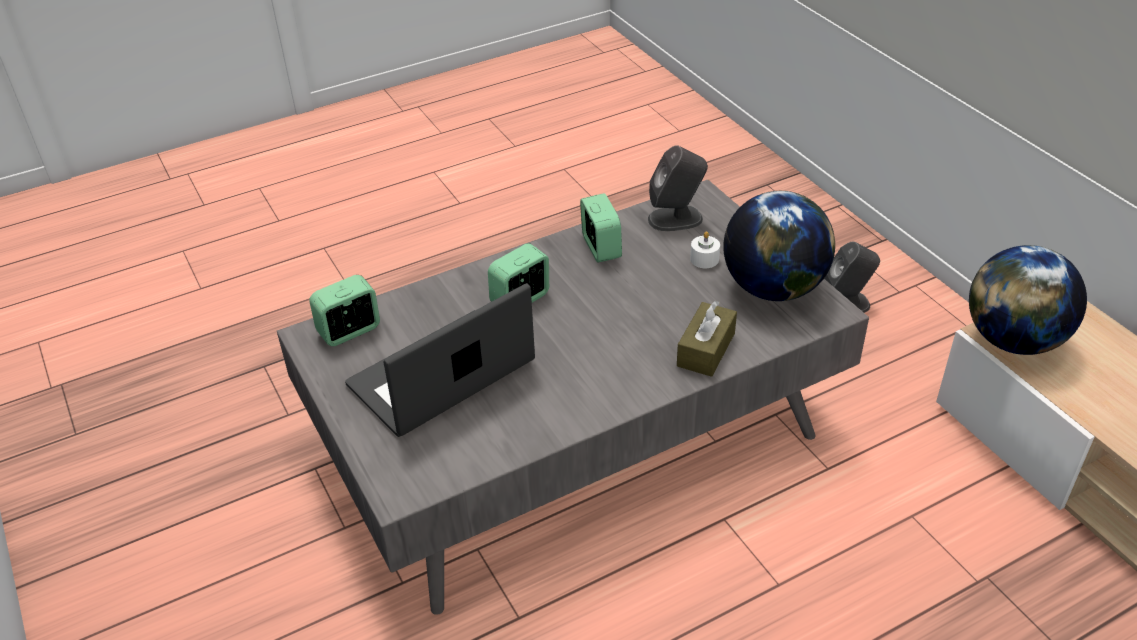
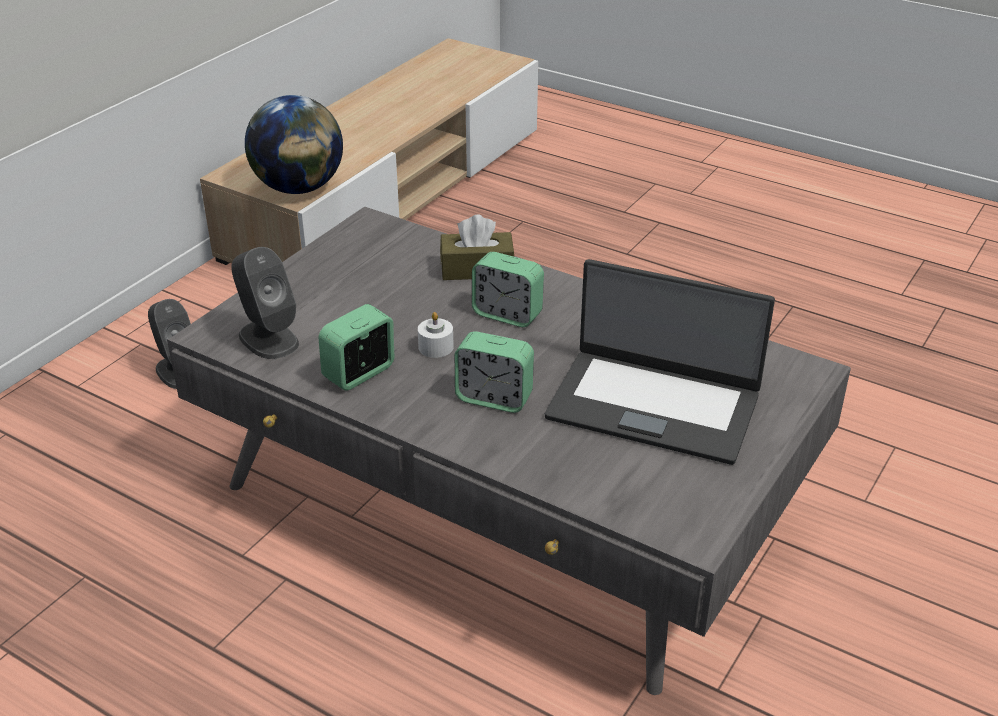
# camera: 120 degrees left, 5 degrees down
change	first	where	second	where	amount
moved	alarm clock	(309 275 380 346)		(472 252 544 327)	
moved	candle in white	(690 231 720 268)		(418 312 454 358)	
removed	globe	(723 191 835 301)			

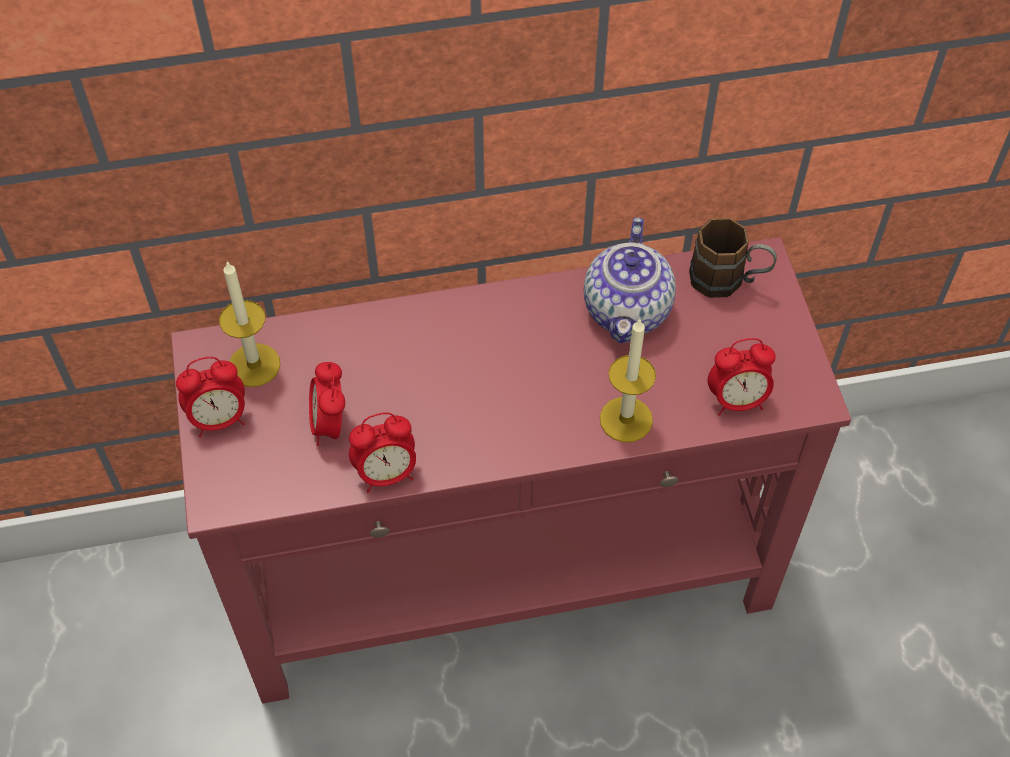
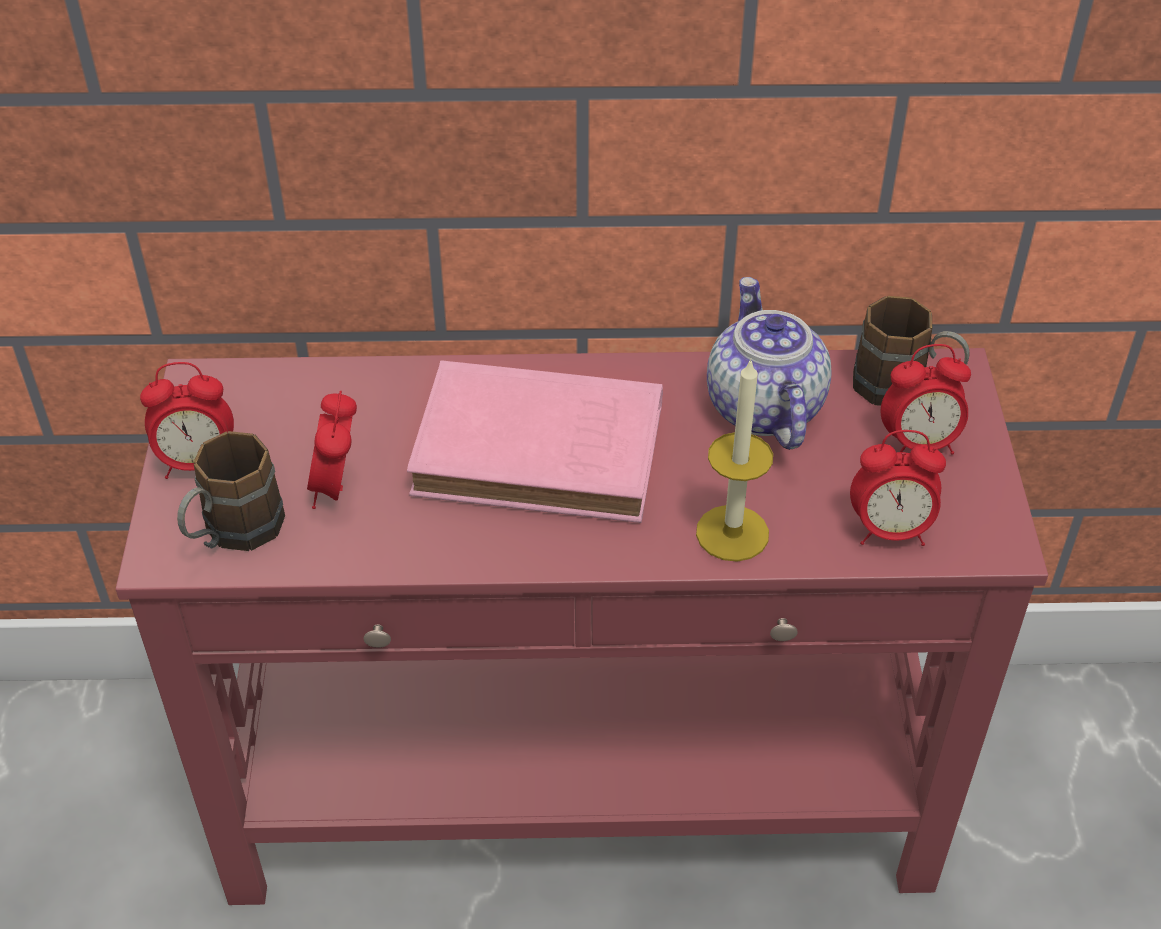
# camera: 10 degrees right, 10 degrees down
change	first	where	second	where	amount
removed	candle	(219 261 280 387)			
moved	alarm clock	(349 412 416 493)		(881 344 971 455)	
turned	teapot	(584 217 676 344)		(707 277 832 450)	150 degrees clockwise
added			mug in brown	(177 431 285 551)	
added			book in pink	(407 360 663 523)	

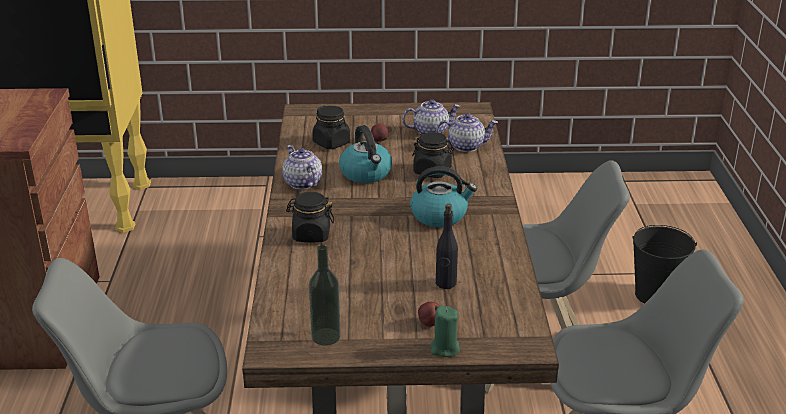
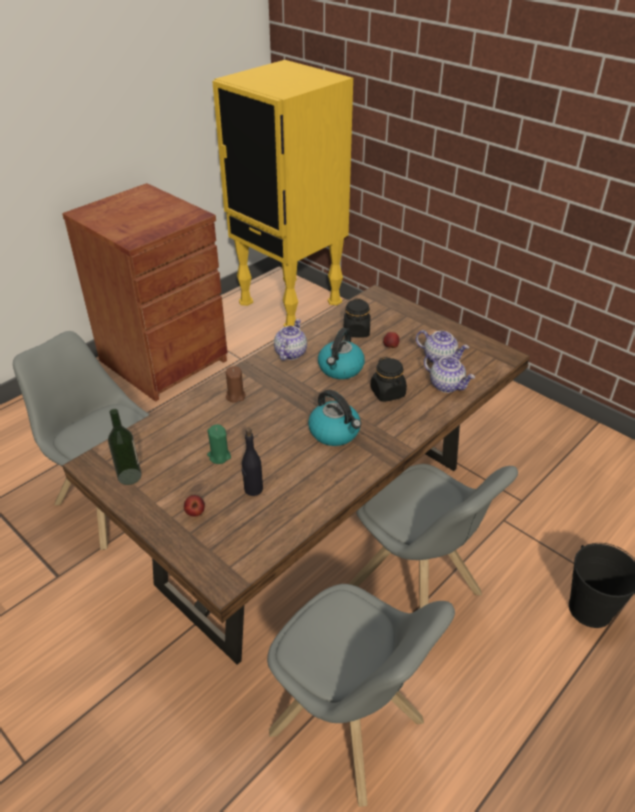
# camera: 45 degrees right, 10 degrees up
change	first	where	second	where	amount
replaced	jar in black	(286 192 334 242)	candle in brown	(226 366 245 403)	
moved	candle in green	(430 306 460 357)		(207 424 231 464)	

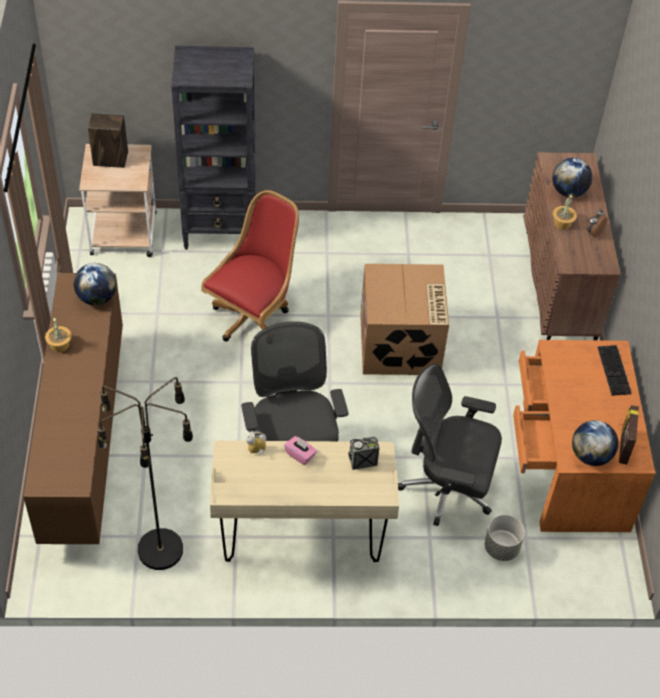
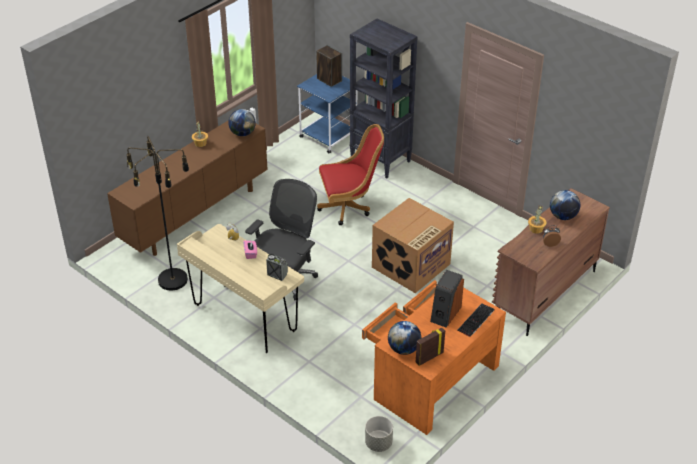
# camera: 45 degrees right, 10 degrees down
change	first	where	second	where	amount
recoloured	cart in beige	(79 144 157 257)	cart in blue	(297 74 357 153)	
removed	office chair	(398 364 502 526)			
moved	planter in grey	(485 515 525 561)		(365 416 393 452)	
added			speaker	(430 270 464 327)	

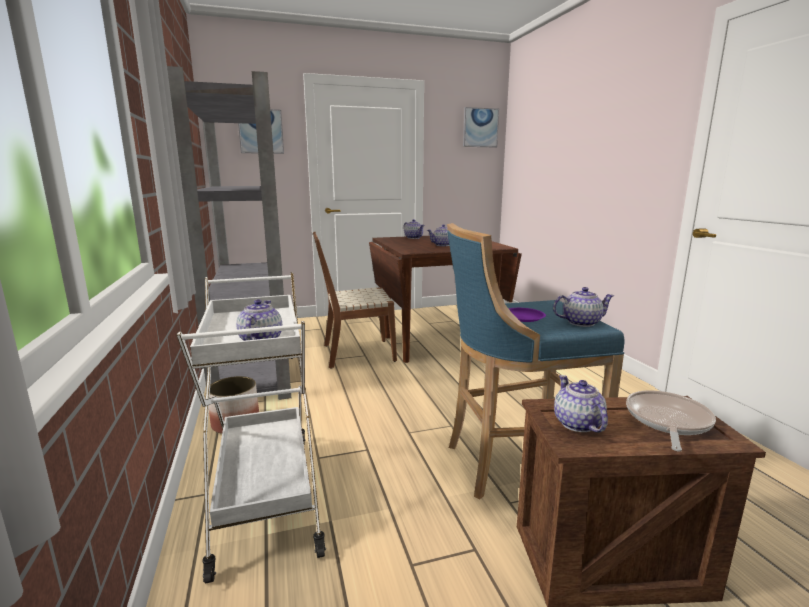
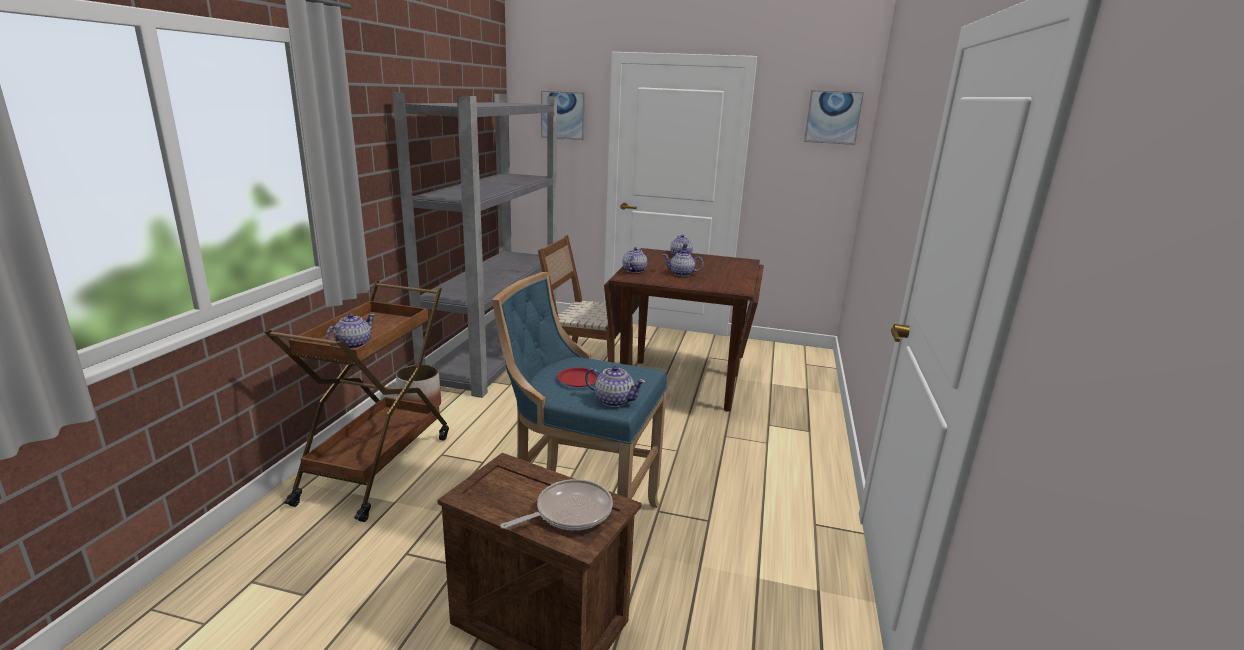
# camera: 30 degrees right, 5 degrees up
change	first	where	second	where	amount
recoloured	cart in white	(176 272 326 584)	cart in brown	(264 280 449 522)	
recoloured	plate in purple	(508 308 546 322)	plate in red	(557 367 597 387)	
moved	teapot	(554 375 608 433)		(622 247 647 273)	

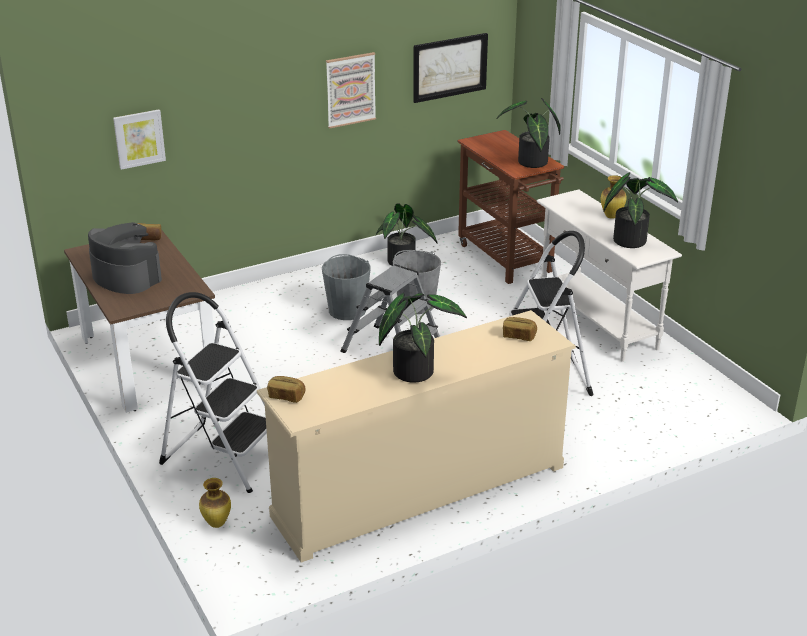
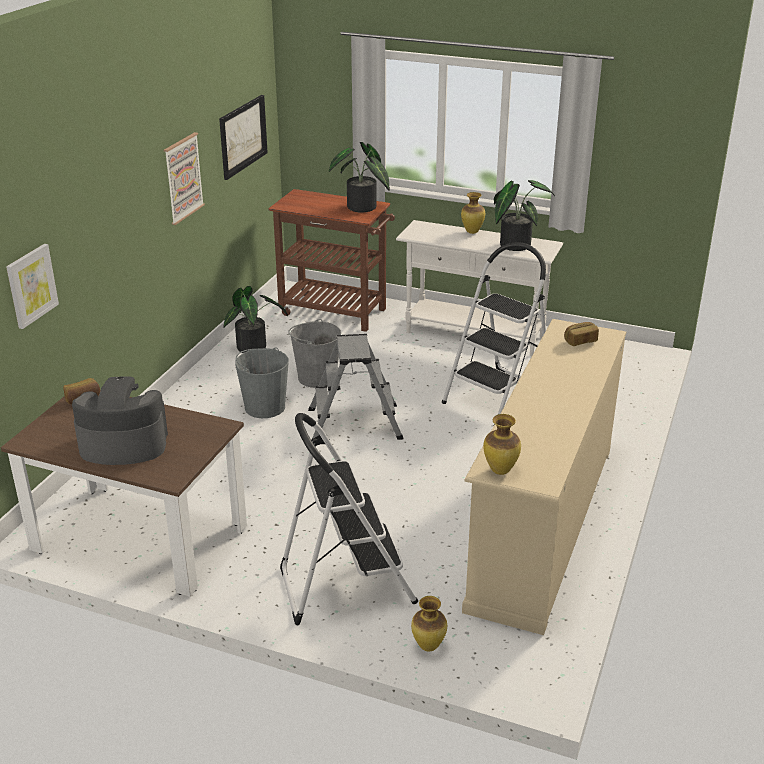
# camera: 40 degrees left, 0 degrees up
change	first	where	second	where	amount
replaced	bread	(267 376 305 403)	vase	(483 414 521 475)	
removed	potted plant	(379 293 467 383)			

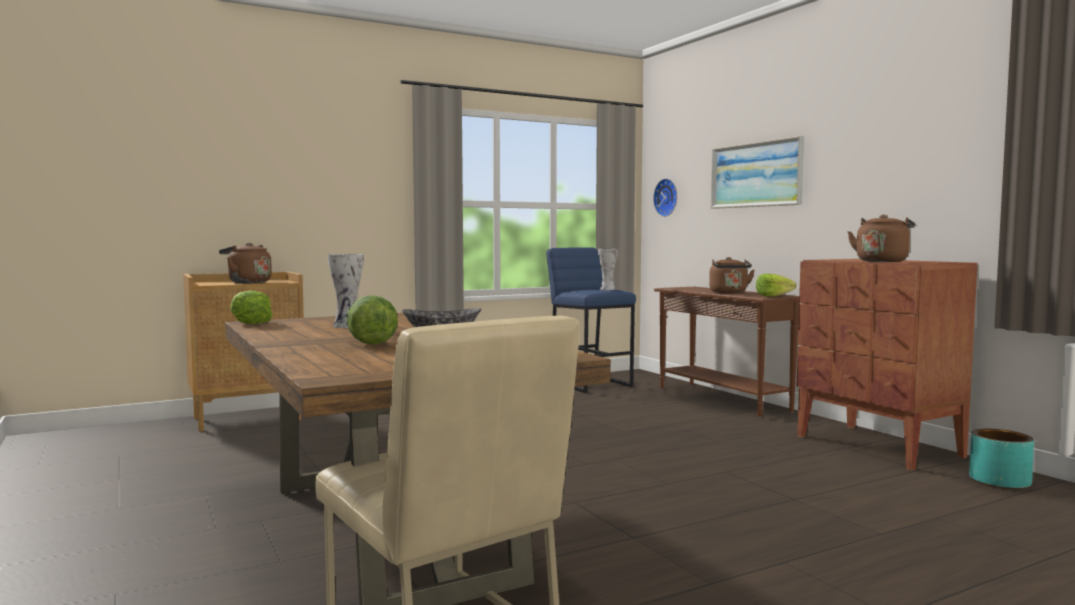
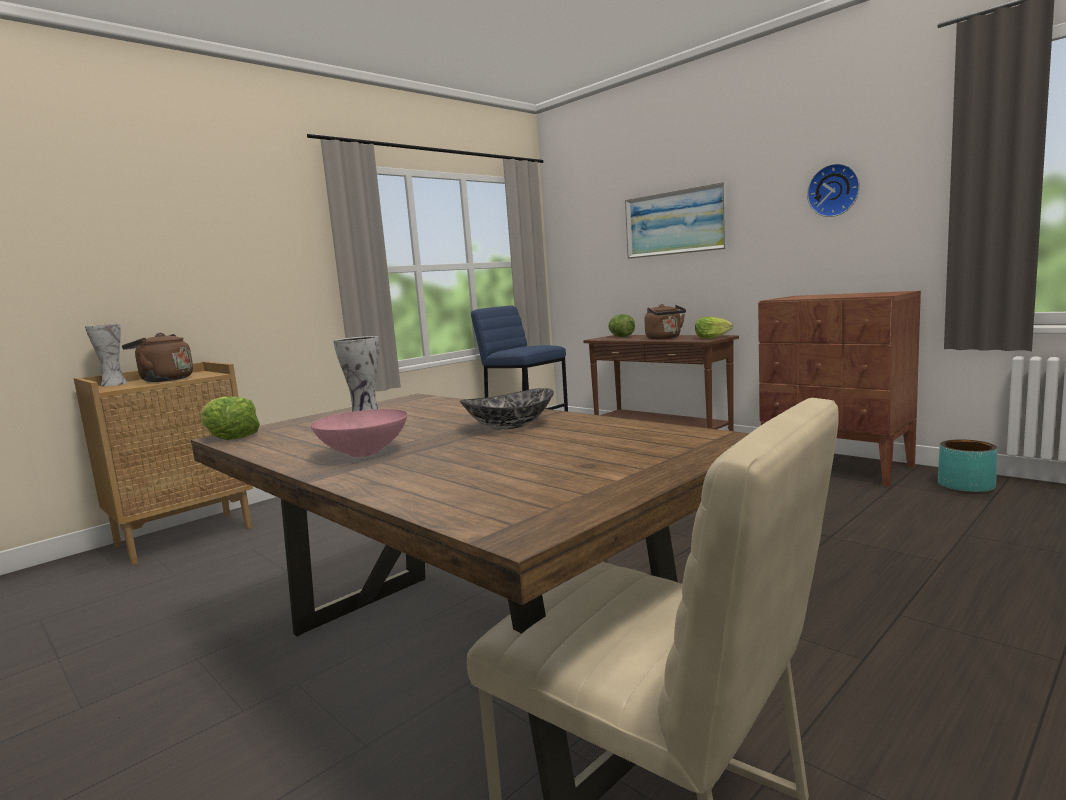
# camera: 15 degrees left, 5 degrees up
change	first	where	second	where	amount
moved	lettuce	(346 295 398 345)		(608 314 635 337)	
moved	vase	(598 249 618 290)		(85 324 127 387)	
moved	wall clock	(653 178 677 217)		(807 163 860 217)	
removed	kettle in brown	(847 215 915 262)			
added			bowl in pink	(310 409 408 457)	

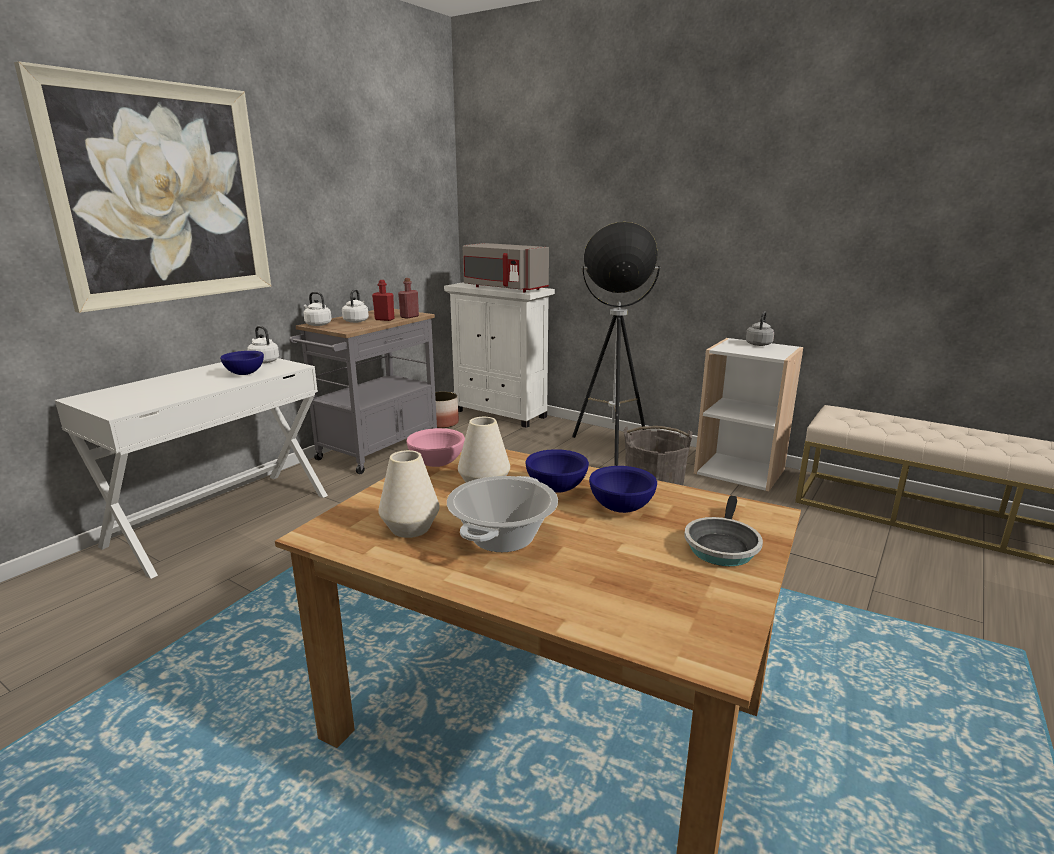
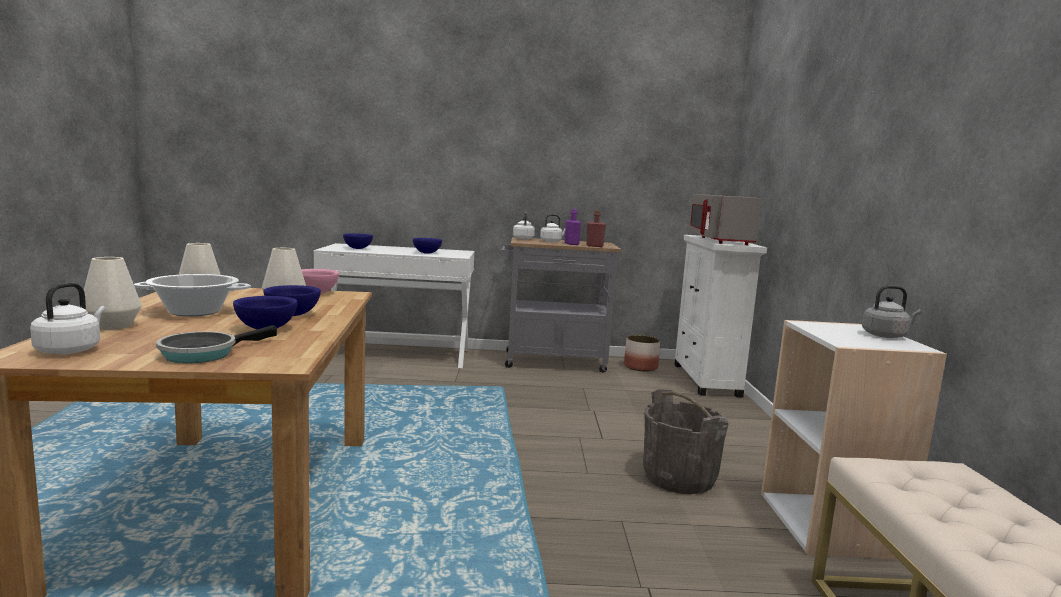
# camera: 55 degrees right, 10 degrees down
change	first	where	second	where	amount
removed	picture	(14 61 271 313)			
moved	kettle in white	(247 326 279 364)		(30 283 106 355)	
recoloured	bottle in red	(372 280 394 321)	bottle in purple	(565 209 581 245)	
removed	floor lamp	(572 222 660 466)			
turned	frying pan	(684 495 763 566)		(156 325 277 363)	45 degrees counterclockwise
added			vase in white	(79 257 142 330)	
added			bowl in blue	(343 233 373 249)	

